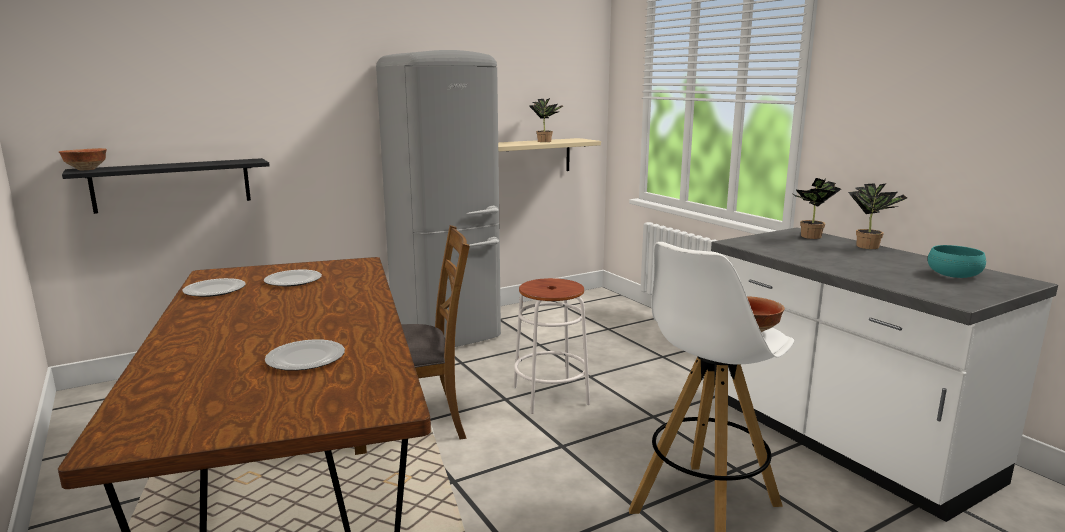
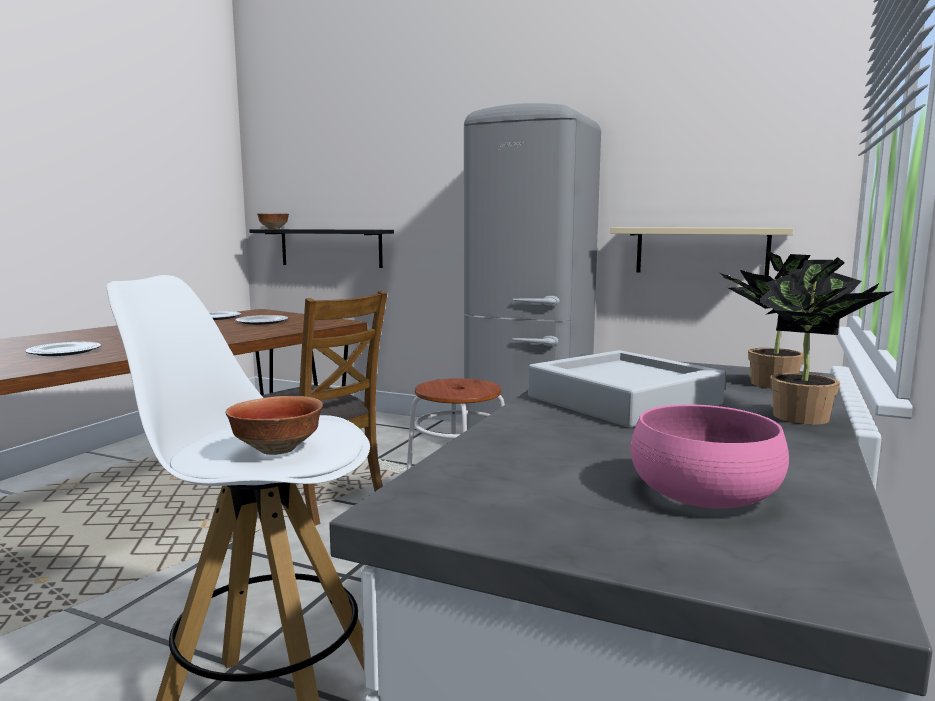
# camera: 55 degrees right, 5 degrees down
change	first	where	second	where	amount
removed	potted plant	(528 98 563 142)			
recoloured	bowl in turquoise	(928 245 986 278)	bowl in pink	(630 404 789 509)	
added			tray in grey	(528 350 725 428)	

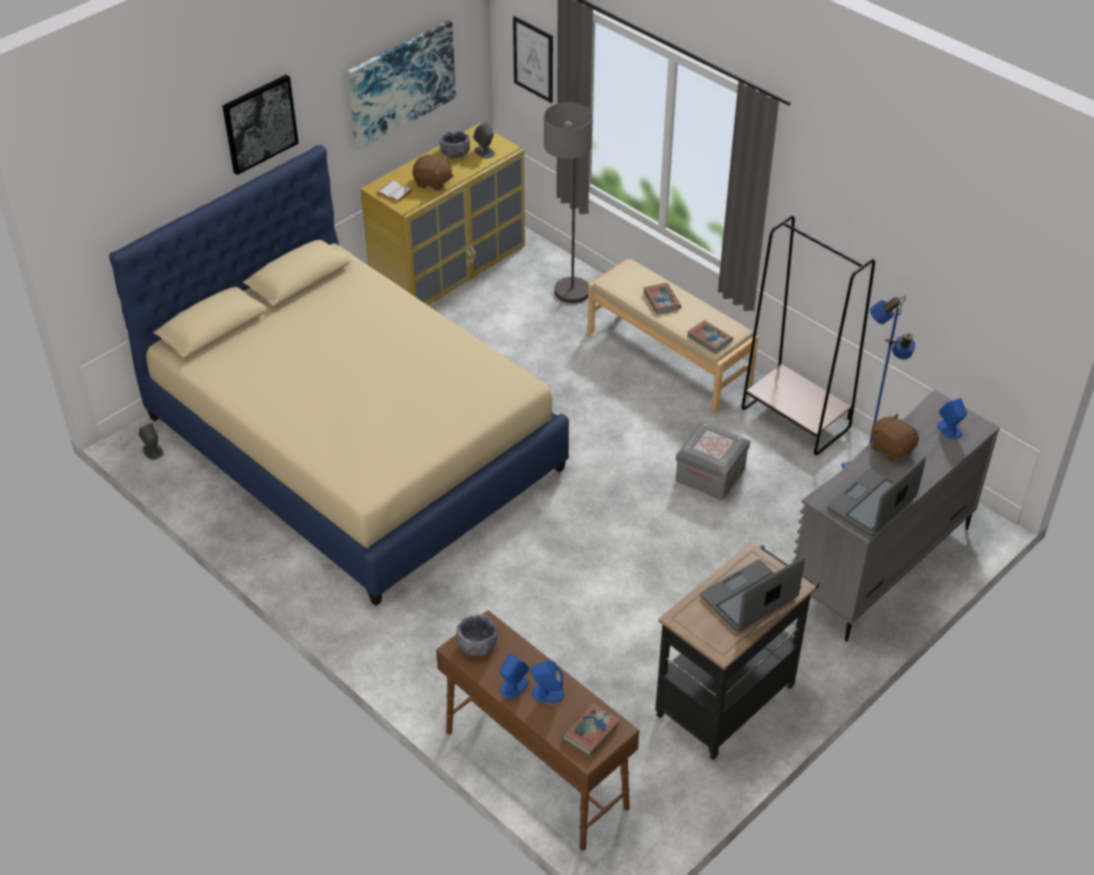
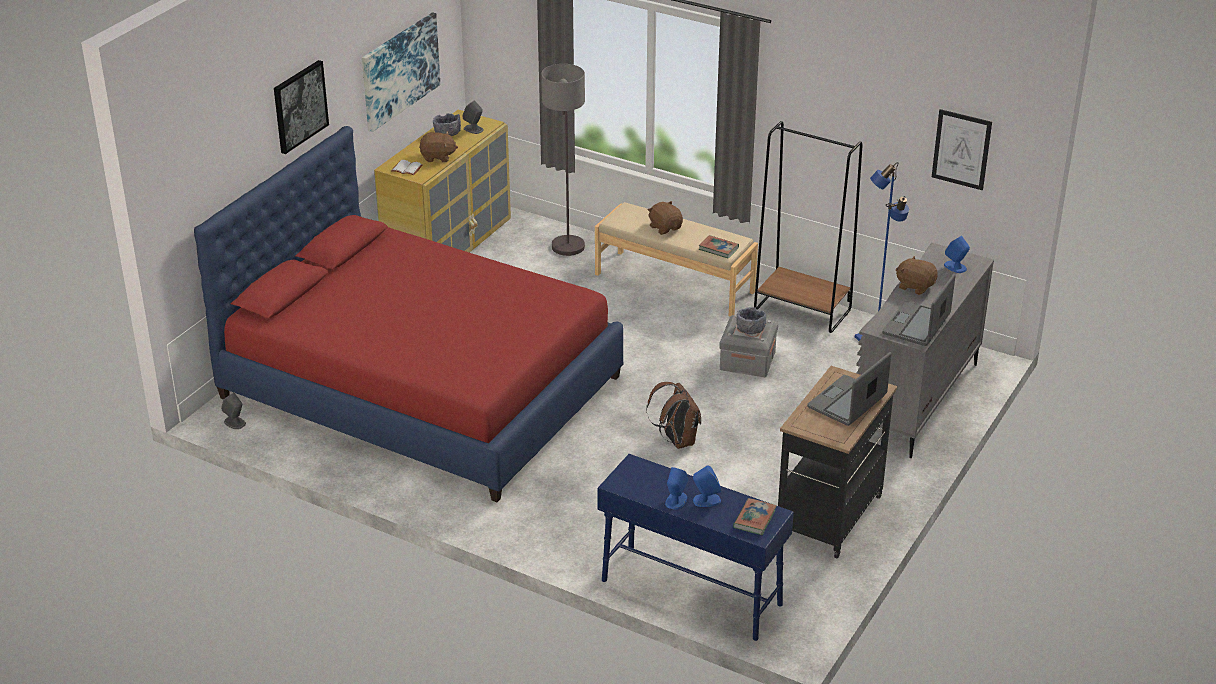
# camera: 15 degrees left, 10 degrees down
change	first	where	second	where	amount
recoloured	bed in beige	(109 145 569 606)	bed in red	(194 126 624 502)	
recoloured	console table in brown	(436 610 640 851)	console table in blue	(597 454 794 641)	
moved	bowl in grey	(456 615 498 656)		(737 307 766 334)	
moved	picture	(513 16 553 103)		(932 109 992 190)	
replaced	book	(644 283 681 314)	plush toy in brown	(648 201 683 235)	
added			backpack in brown	(646 382 701 449)	

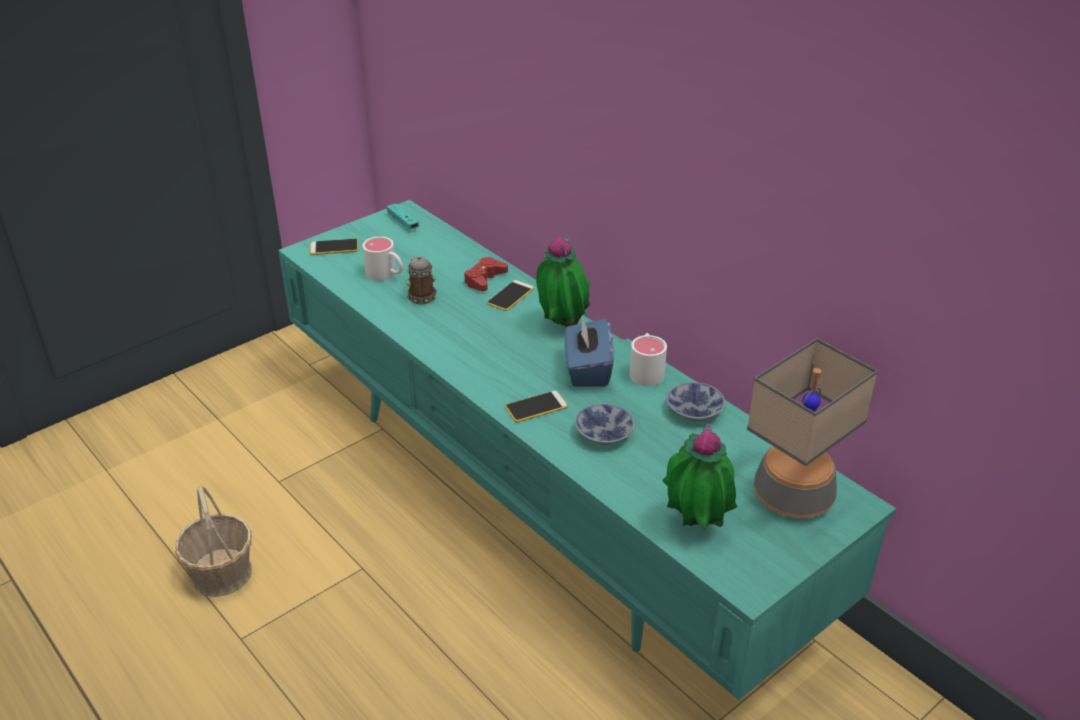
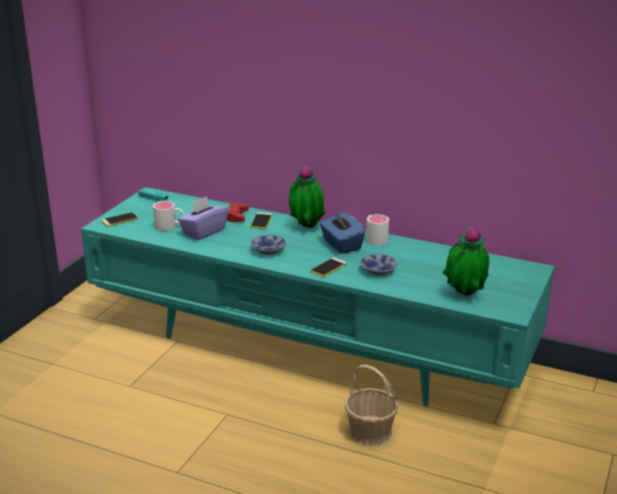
# camera: 25 degrees left, 10 degrees down
change	first	where	second	where	amount
moved	basket	(175 486 252 597)		(345 365 398 446)	
replaced	mug	(406 256 437 304)	tissue box in purple	(178 196 228 240)	
moved	bowl	(667 382 725 421)		(251 235 286 255)	
removed	table lamp	(747 338 878 518)			

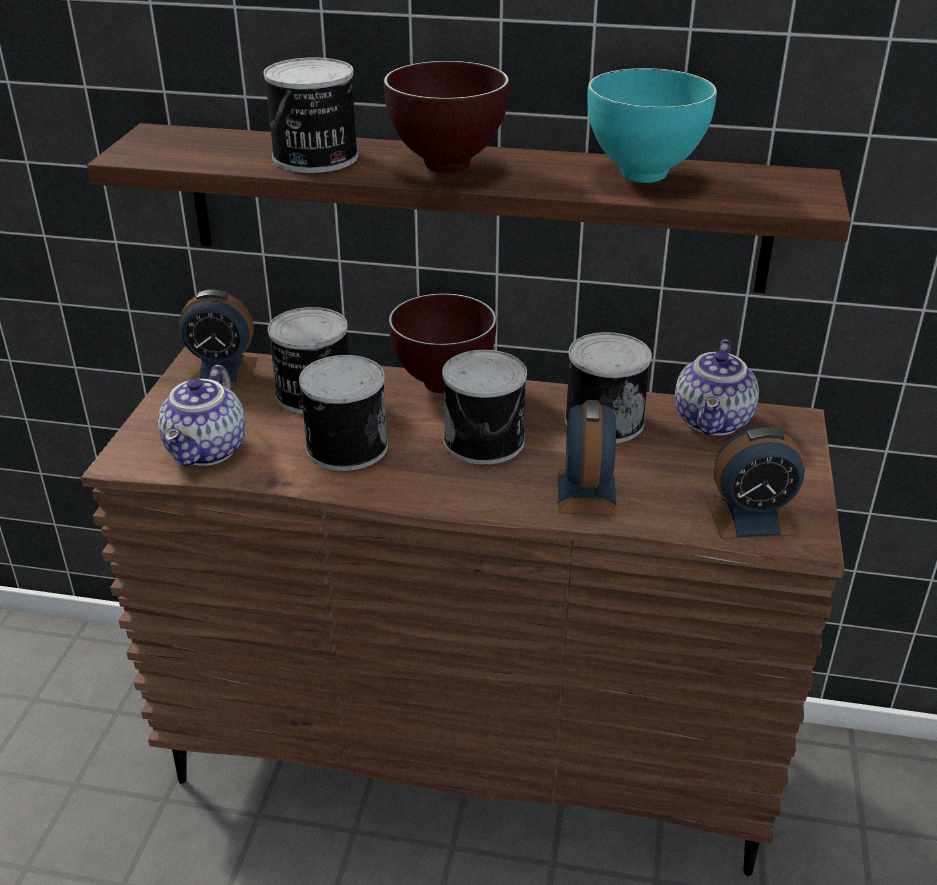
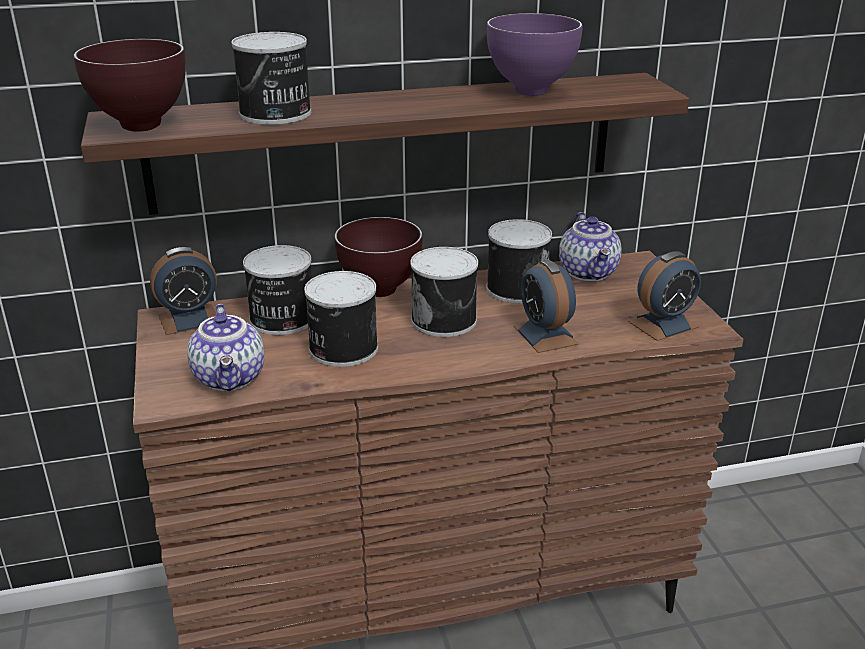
# camera: 25 degrees left, 5 degrees down
change	first	where	second	where	amount
moved	bowl in brown	(384 61 509 174)		(73 39 186 132)	
recoloured	bowl in turquoise	(587 68 717 183)	bowl in purple	(487 13 583 96)	

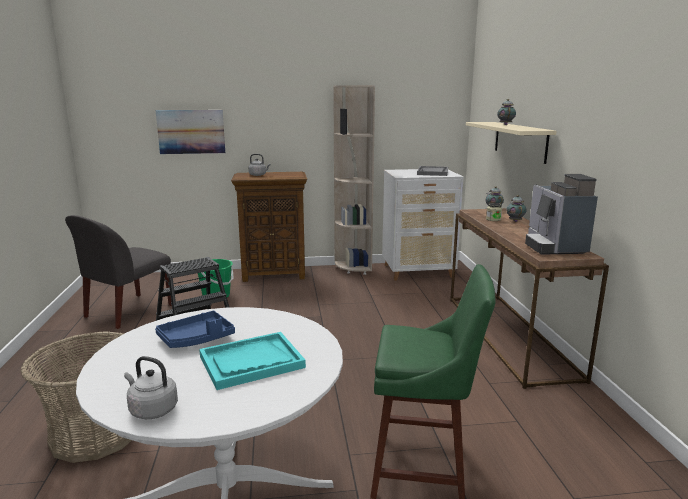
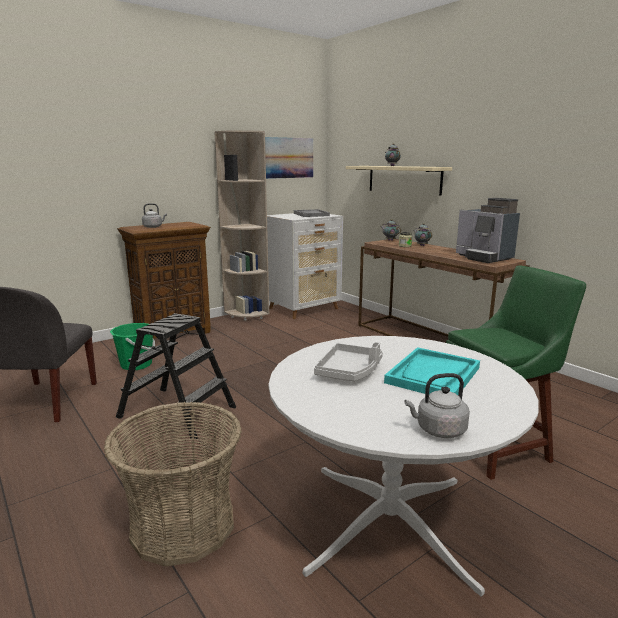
# camera: 30 degrees left, 0 degrees up
change	first	where	second	where	amount
recoloured	tray in blue	(155 311 235 348)	tray in grey	(314 342 383 381)	
moved	picture	(156 110 225 154)		(265 137 313 179)	

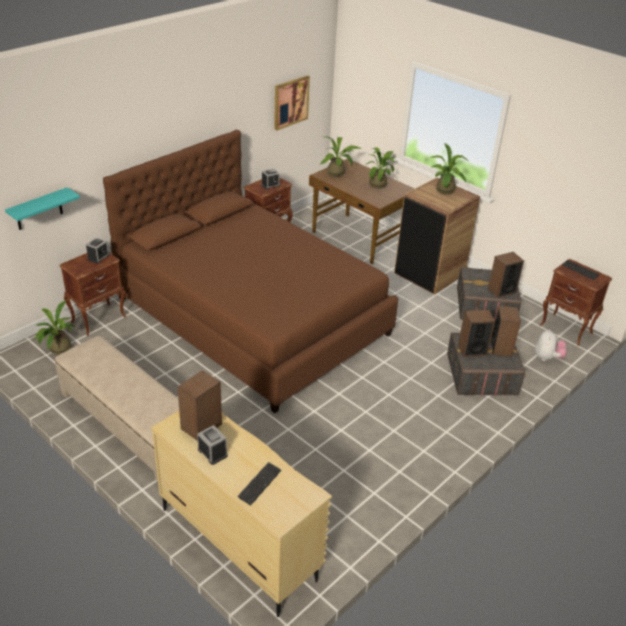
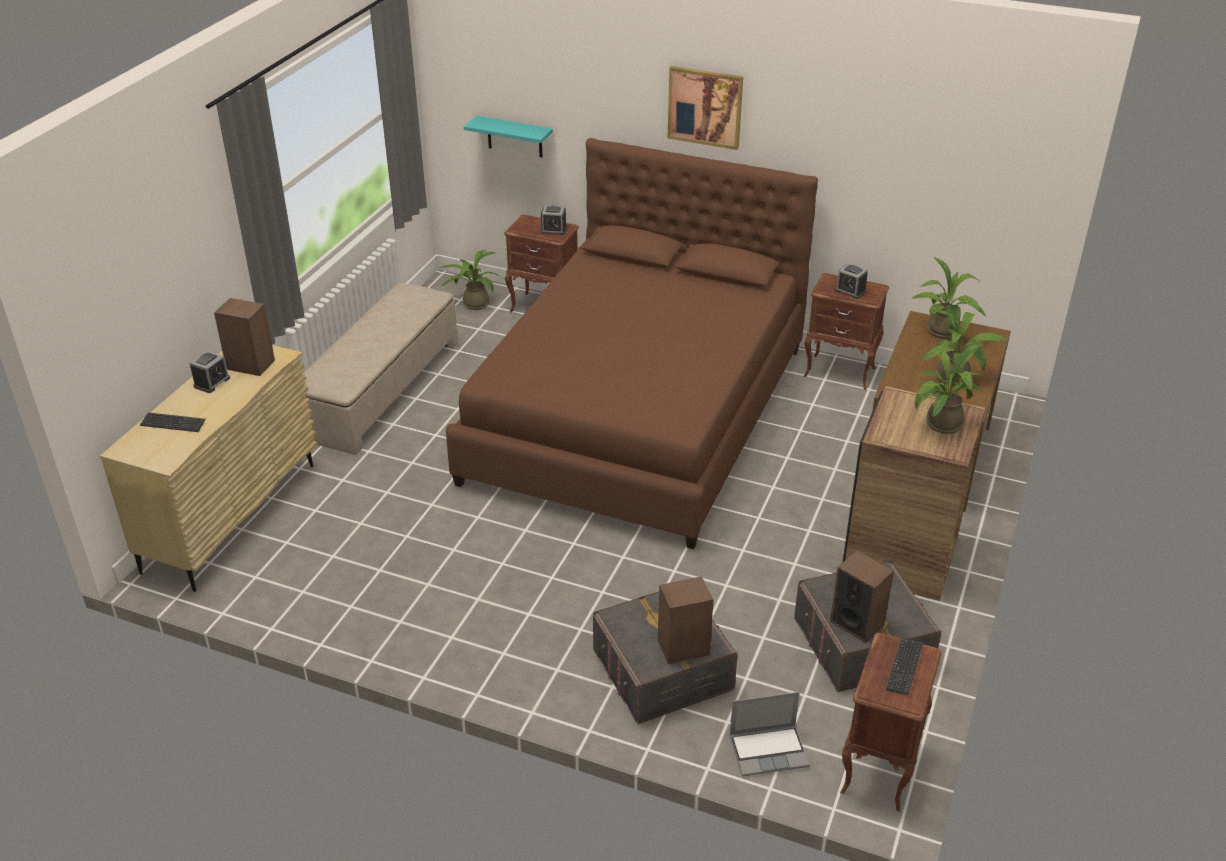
# camera: 70 degrees right, 0 degrees up
change	first	where	second	where	amount
moved	picture	(274 75 310 131)		(668 66 743 150)	
removed	speaker	(458 310 495 357)			
replaced	plush toy	(535 329 567 361)	laptop	(729 692 810 776)	

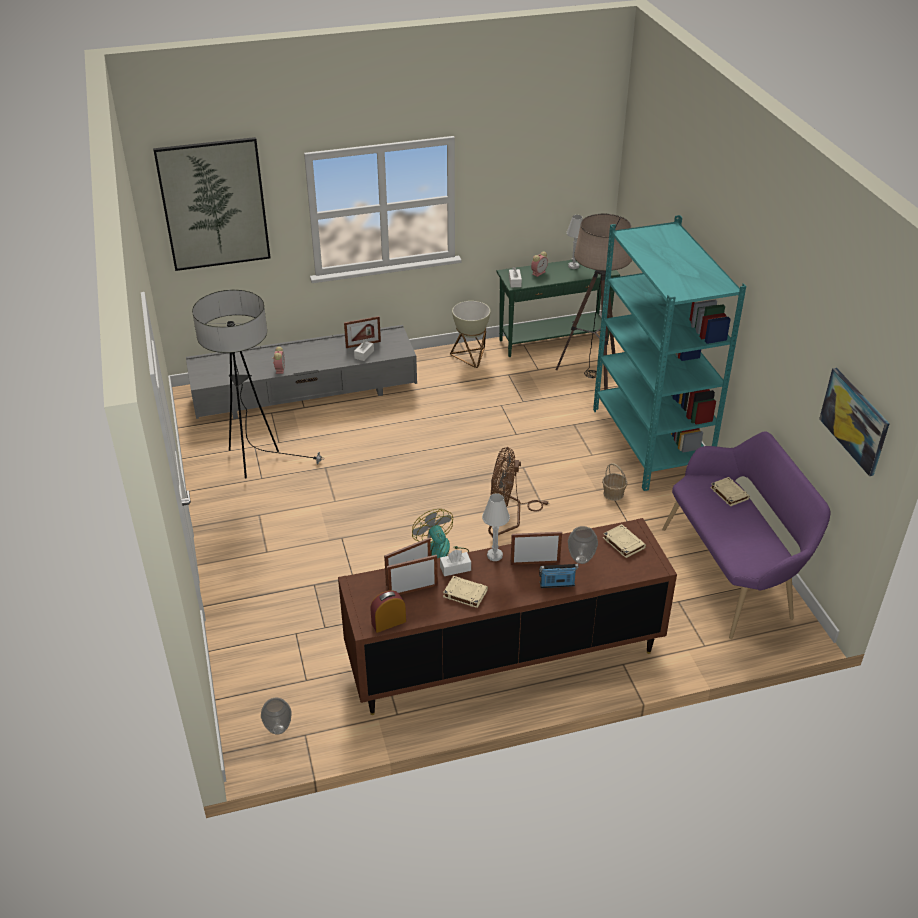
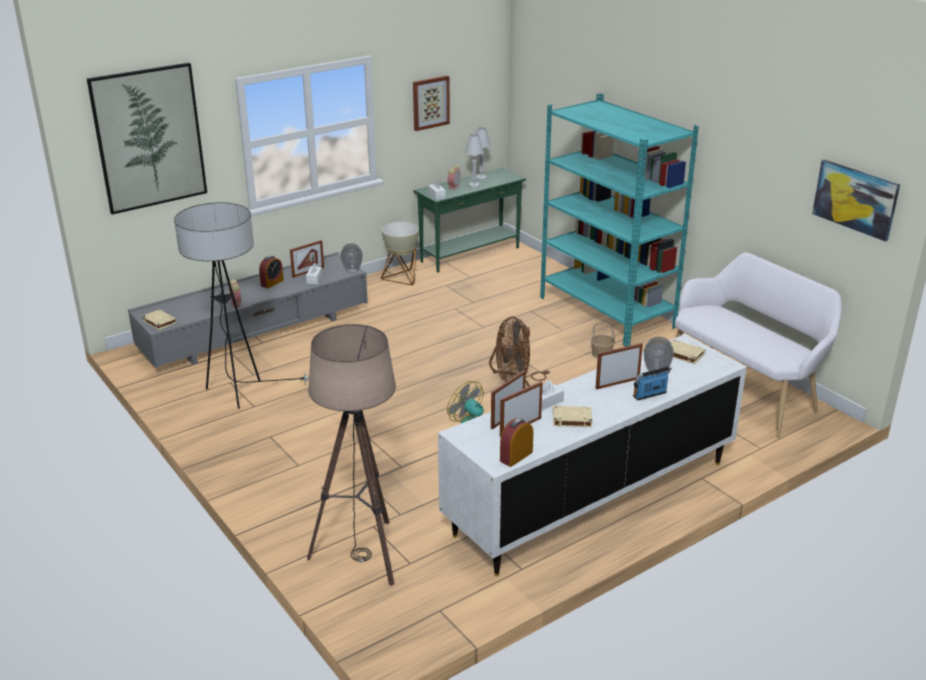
# camera: 20 degrees left, 10 degrees down
change	first	where	second	where	amount
moved	vase	(261 698 292 735)		(340 243 363 273)	
recoloured	cabinet in brown	(338 518 677 715)	cabinet in white	(438 334 747 576)	
moved	table lamp in white	(482 493 510 561)		(465 134 484 188)	
moved	floor lamp	(556 214 632 390)		(307 324 396 586)	
recoloured	bench in purple	(662 432 831 639)	bench in white	(675 253 842 438)	
moved	book in beige	(710 477 750 507)		(142 310 177 330)	
added			alarm clock	(259 256 284 288)	
added			picture	(413 76 450 131)	

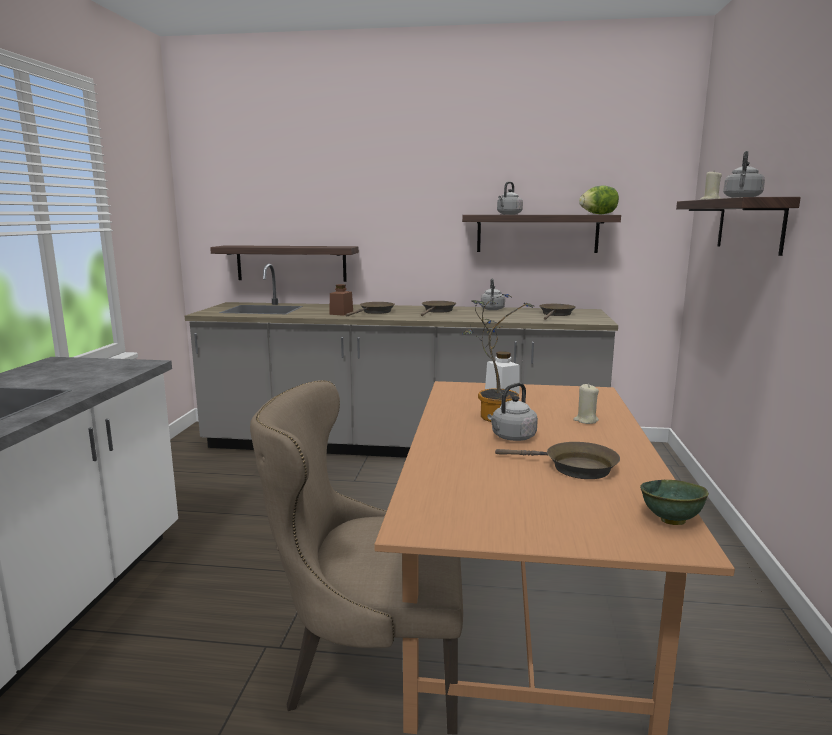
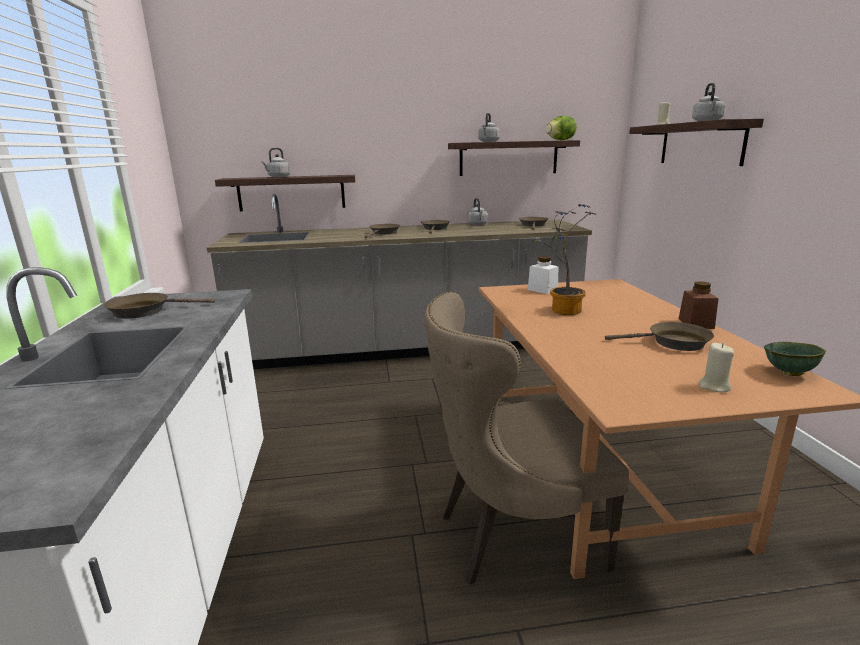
# camera: 15 degrees left, 5 degrees up
change	first	where	second	where	amount
moved	jar in brown	(330 284 353 316)		(679 281 719 329)	
moved	kettle in grey	(487 383 538 441)		(261 148 290 177)	
moved	candle in beige	(573 384 599 424)		(699 343 734 392)	
added			frying pan in brown	(103 293 215 319)	

